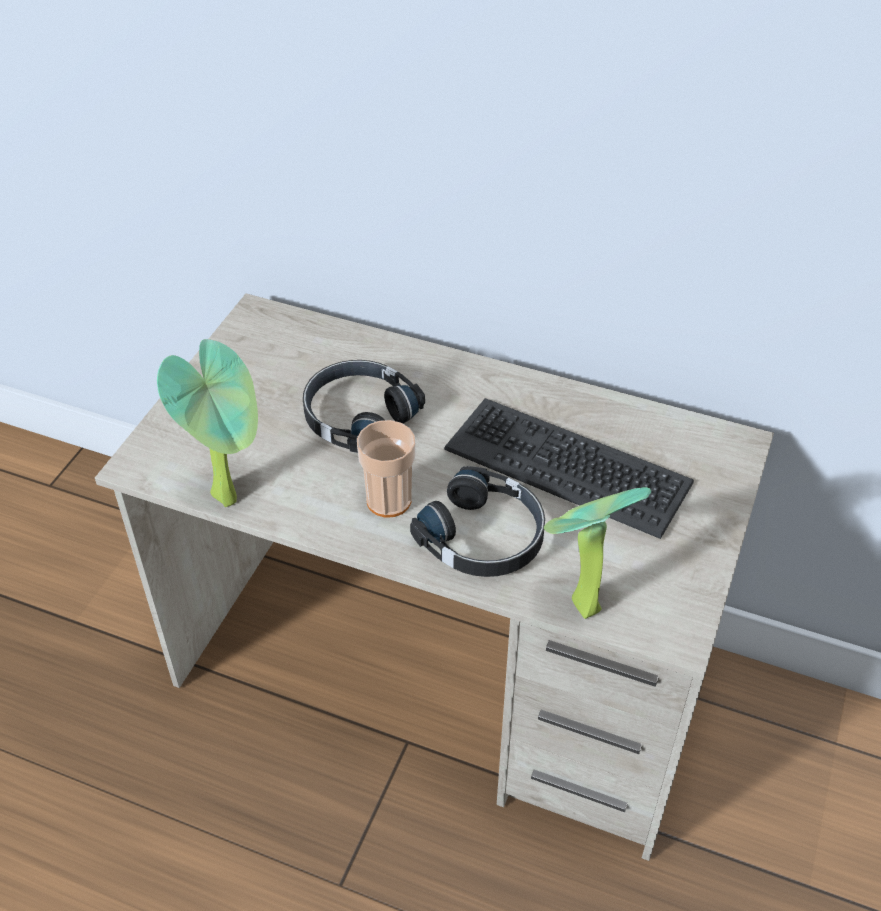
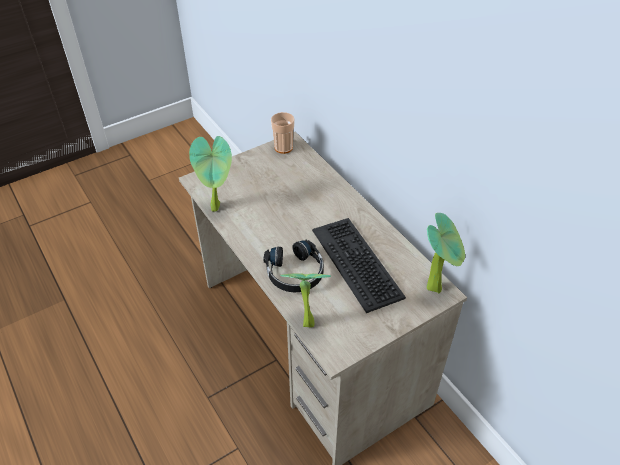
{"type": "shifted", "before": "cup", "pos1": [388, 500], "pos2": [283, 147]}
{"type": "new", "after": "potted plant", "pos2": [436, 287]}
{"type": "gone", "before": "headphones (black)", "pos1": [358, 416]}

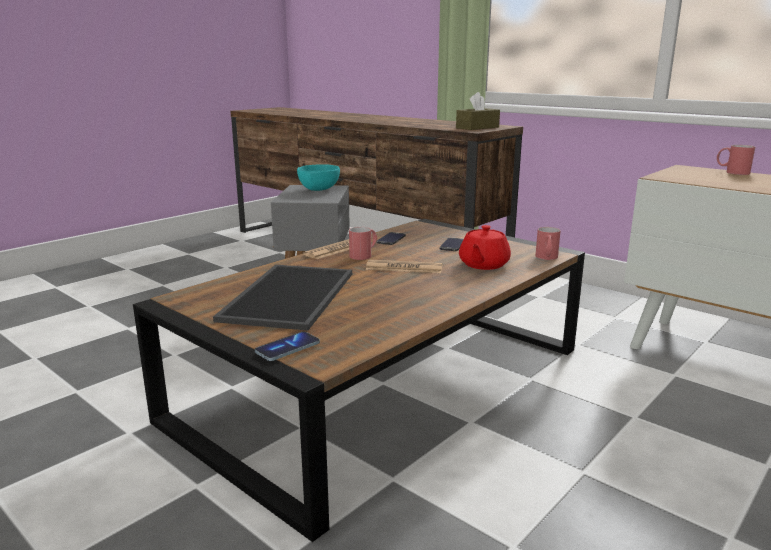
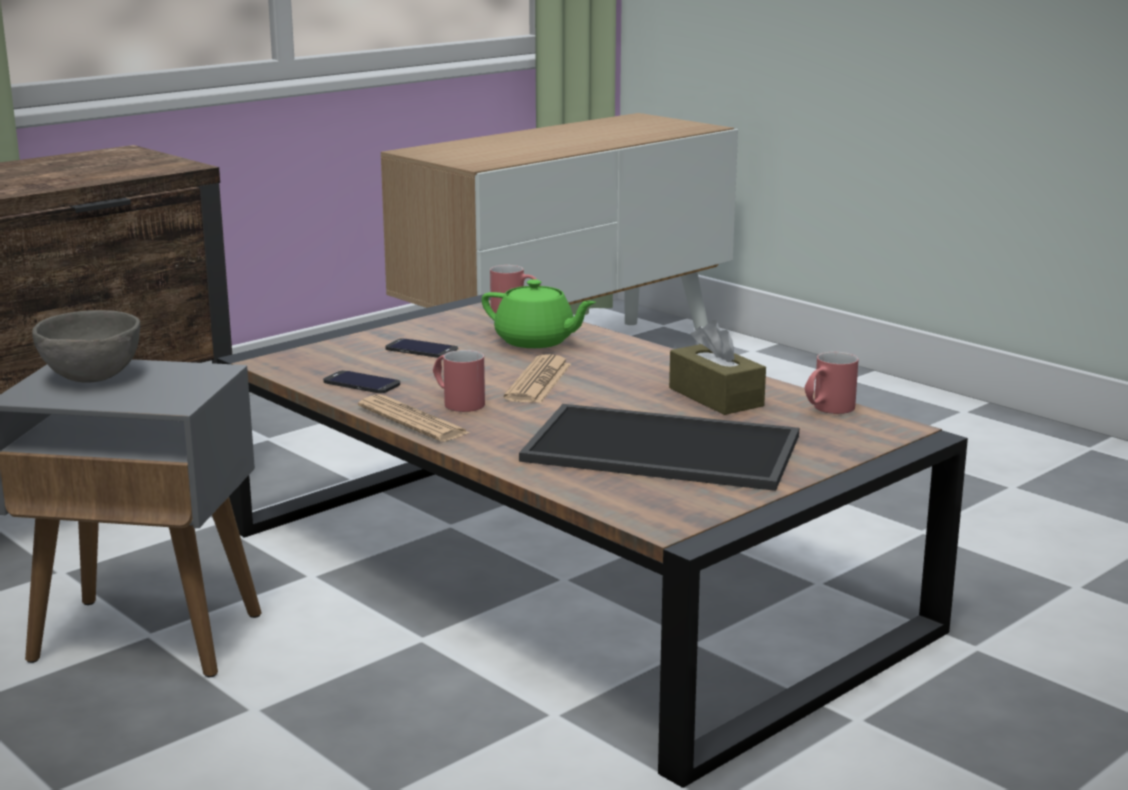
{"type": "repainted", "before": "bowl (turquoise)", "after": "bowl (grey)", "pos1": [318, 189], "pos2": [90, 377]}
{"type": "repainted", "before": "teapot (red)", "after": "teapot (green)", "pos1": [483, 265], "pos2": [536, 341]}
{"type": "shifted", "before": "tissue box (brown)", "pos1": [477, 127], "pos2": [716, 397]}
{"type": "shifted", "before": "mug (red)", "pos1": [731, 172], "pos2": [827, 409]}
{"type": "gone", "before": "phone", "pos1": [288, 348]}

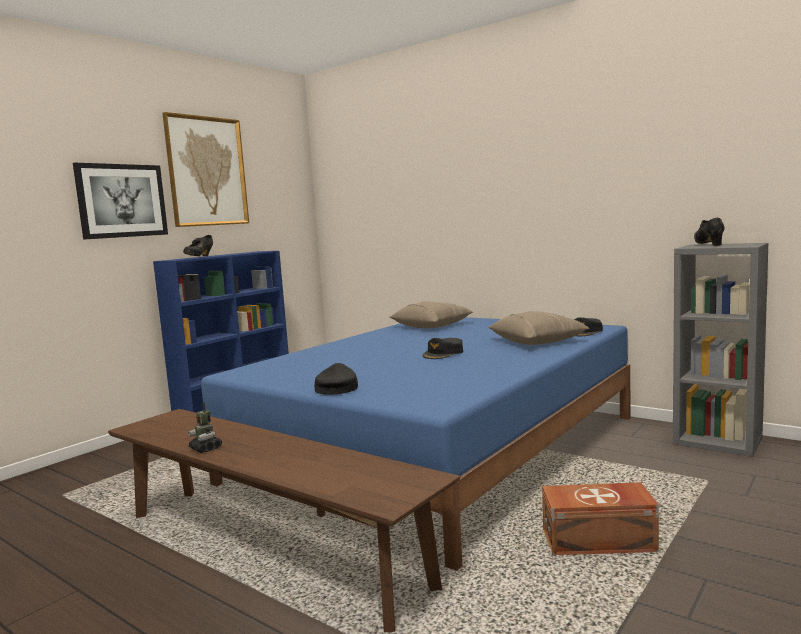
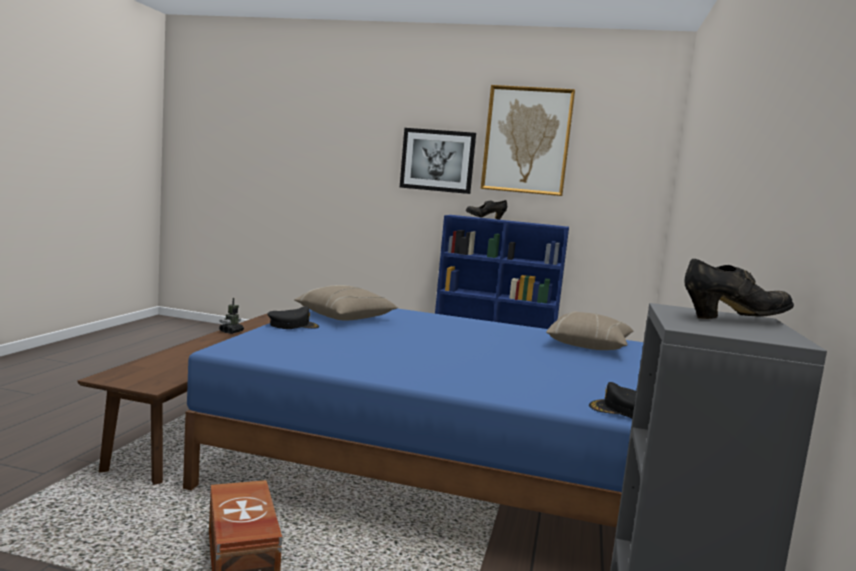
{"type": "shifted", "before": "pillow (beige)", "pos1": [537, 341], "pos2": [345, 317]}
{"type": "gone", "before": "cap (black)", "pos1": [443, 354]}

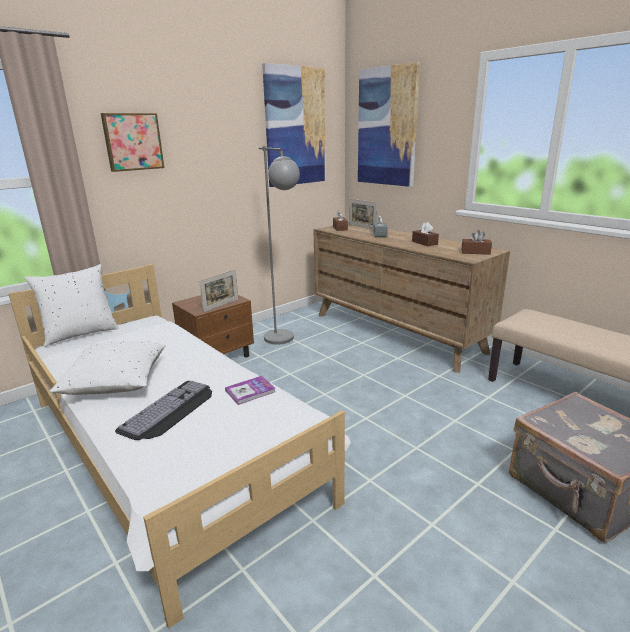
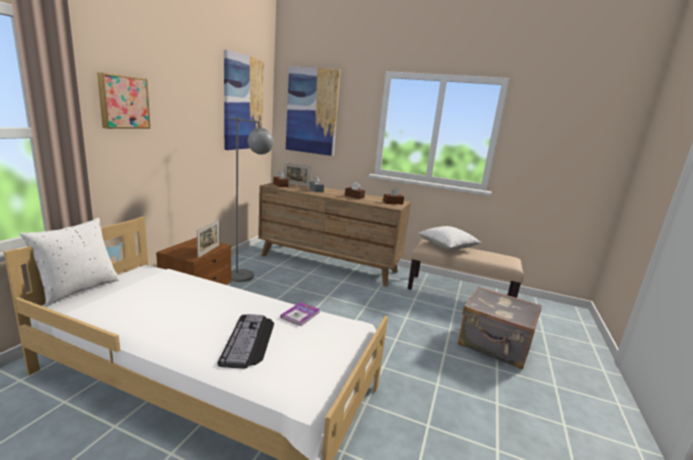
{"type": "shifted", "before": "pillow (white)", "pos1": [116, 383], "pos2": [447, 247]}

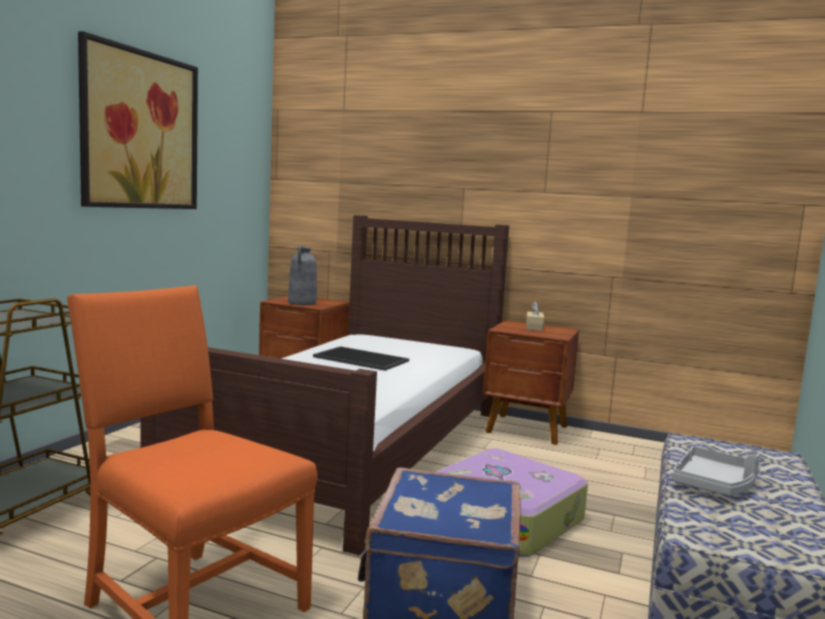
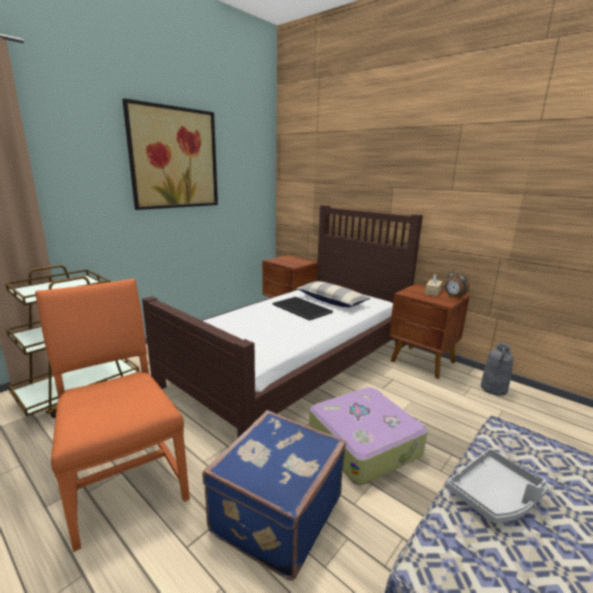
{"type": "new", "after": "pillow", "pos2": [331, 301]}
{"type": "new", "after": "alarm clock", "pos2": [454, 296]}
{"type": "shifted", "before": "vase (grey)", "pos1": [302, 303], "pos2": [494, 389]}

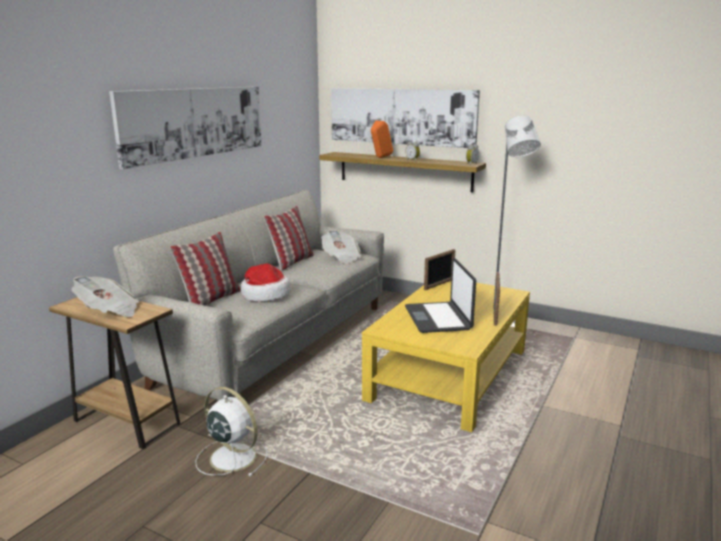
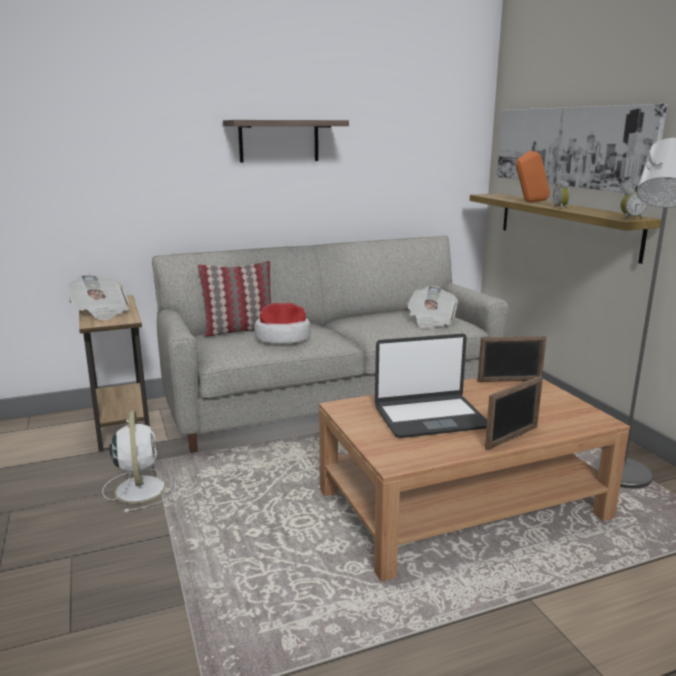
{"type": "swapped", "before": "picture", "after": "shelf", "pos1": [195, 122], "pos2": [279, 141]}
{"type": "repainted", "before": "coffee table (yellow)", "after": "coffee table (brown)", "pos1": [449, 373], "pos2": [462, 503]}
{"type": "rotated", "before": "laptop", "pos1": [438, 318], "pos2": [430, 417], "turn": -135}
{"type": "gone", "before": "pillow", "pos1": [291, 262]}

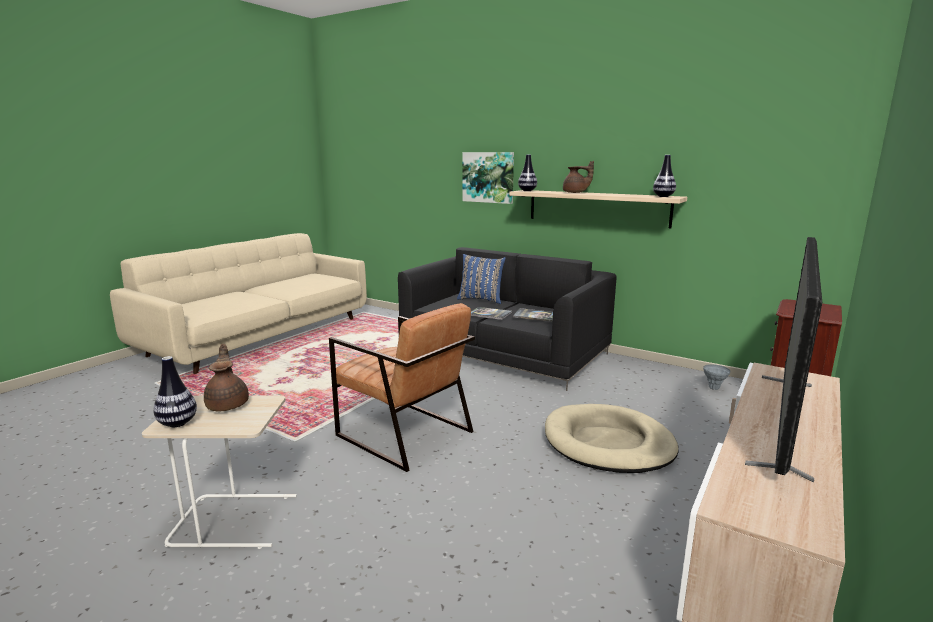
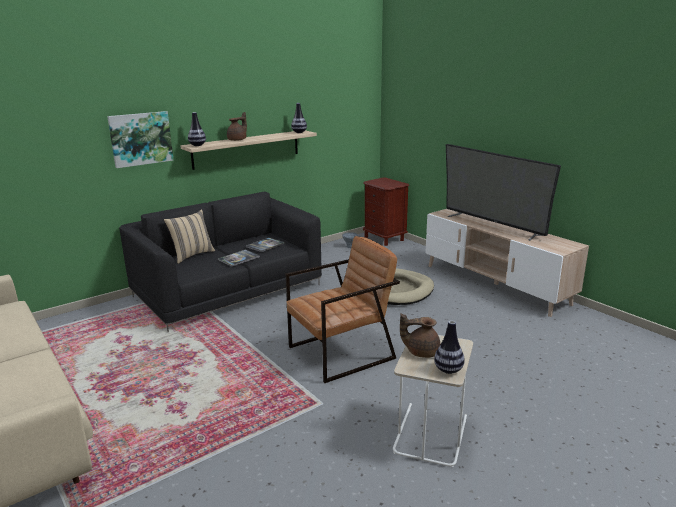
{"type": "repainted", "before": "pillow (blue)", "after": "pillow (beige)", "pos1": [481, 299], "pos2": [191, 255]}

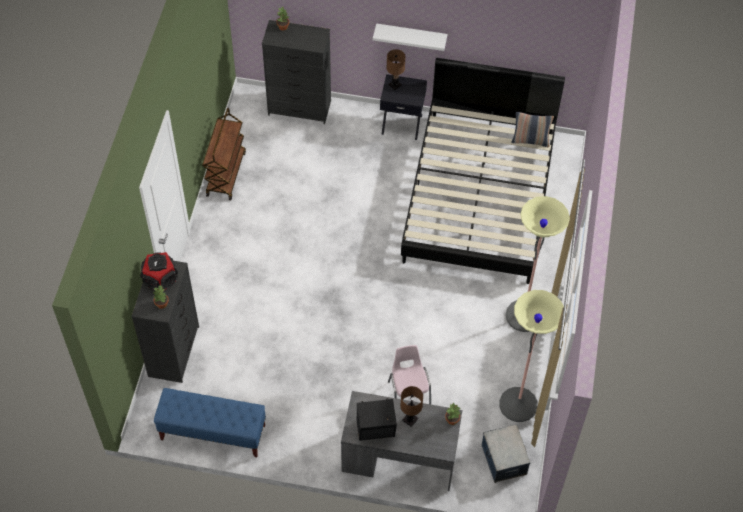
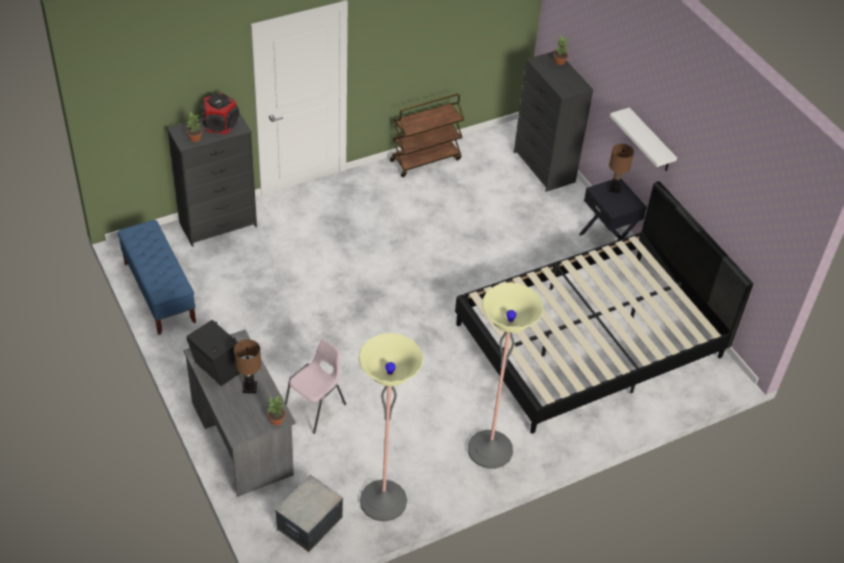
{"type": "gone", "before": "pillow", "pos1": [530, 140]}

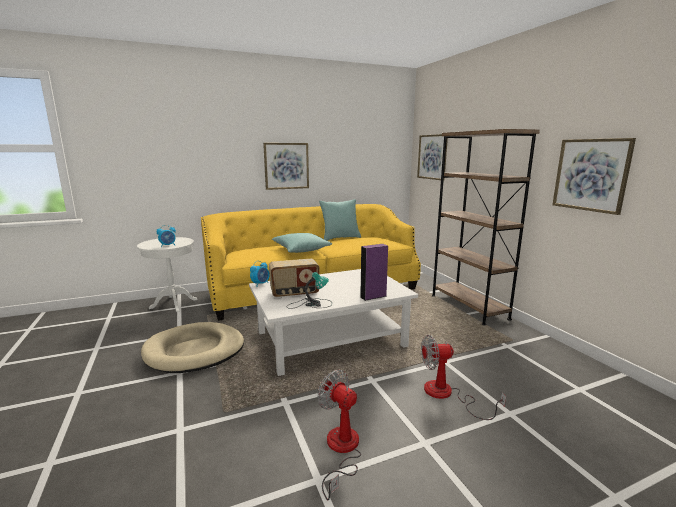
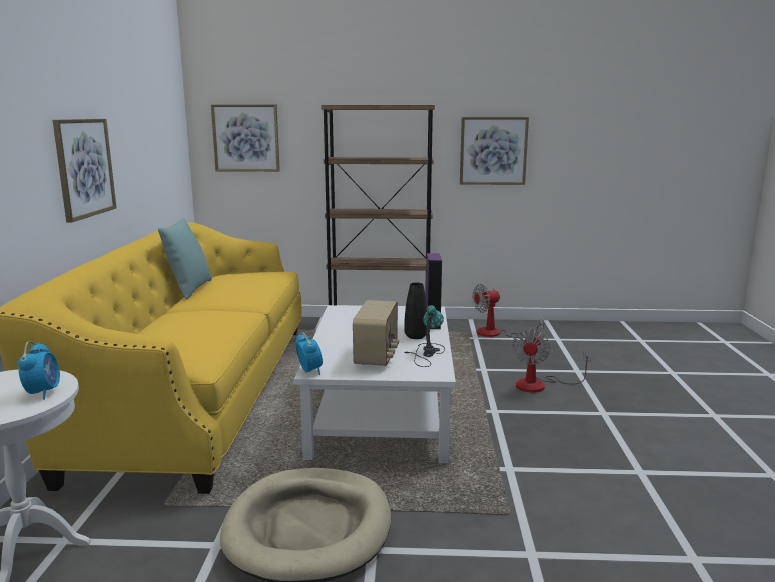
{"type": "new", "after": "vase (black)", "pos2": [416, 336]}
{"type": "shifted", "before": "fan", "pos1": [341, 450], "pos2": [496, 334]}
{"type": "gone", "before": "pillow (turquoise)", "pos1": [301, 250]}

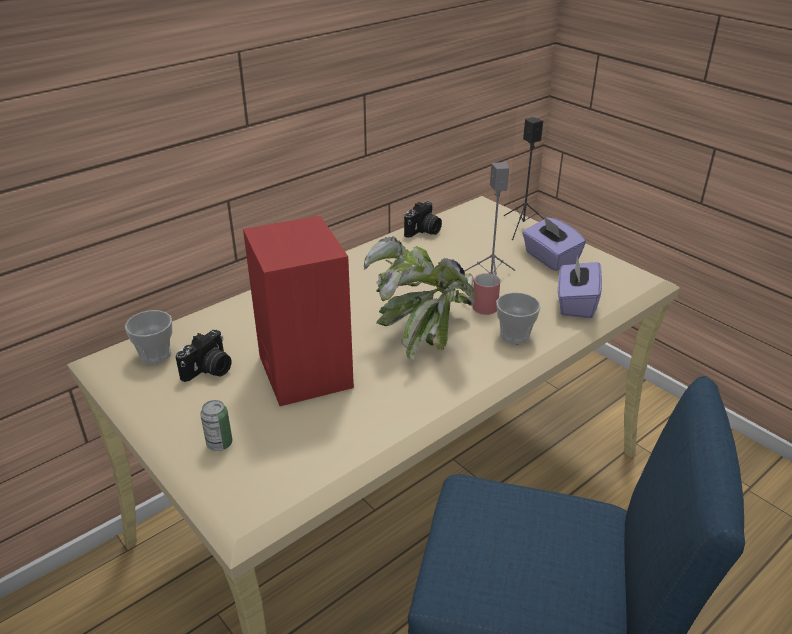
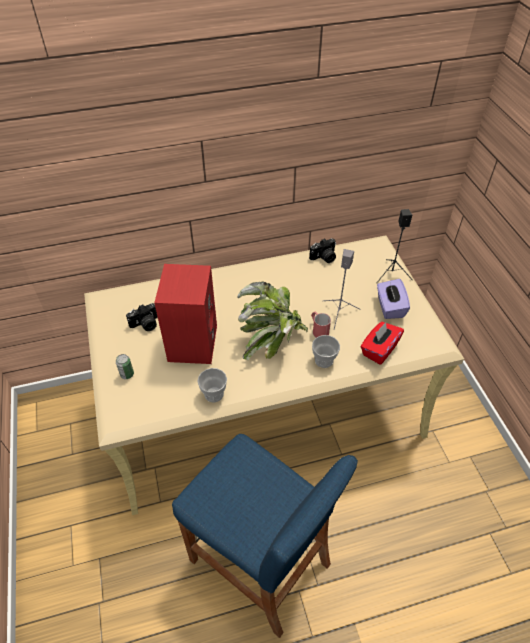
{"type": "shifted", "before": "cup", "pos1": [155, 355], "pos2": [214, 394]}
{"type": "repainted", "before": "tissue box (purple)", "after": "tissue box (red)", "pos1": [575, 304], "pos2": [379, 349]}

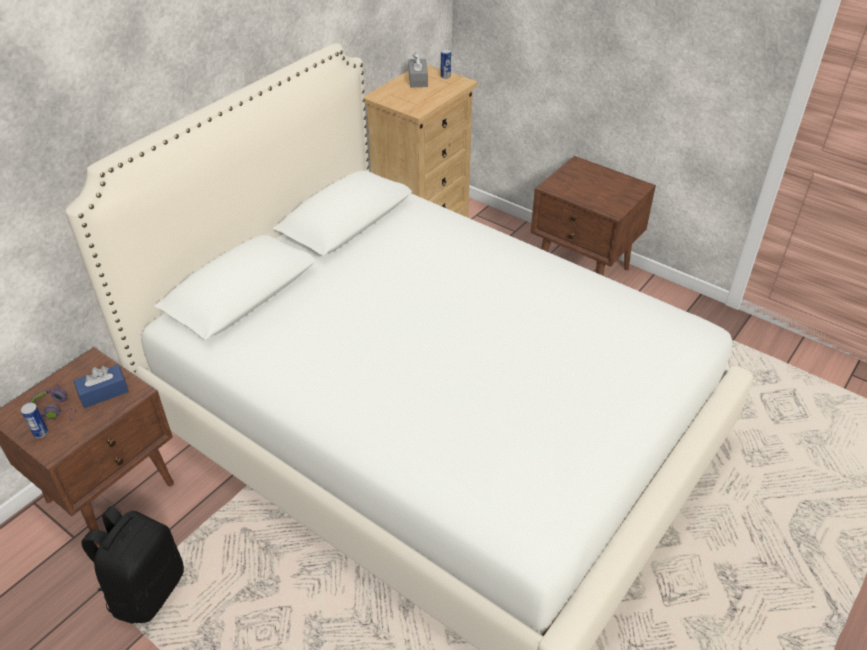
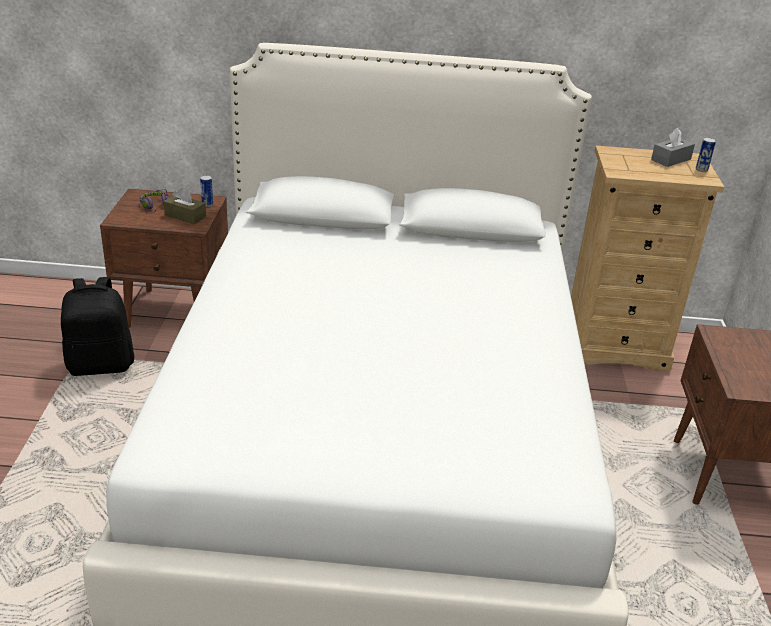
{"type": "repainted", "before": "tissue box (blue)", "after": "tissue box (brown)", "pos1": [104, 392], "pos2": [185, 216]}
{"type": "shifted", "before": "can", "pos1": [40, 433], "pos2": [207, 204]}

